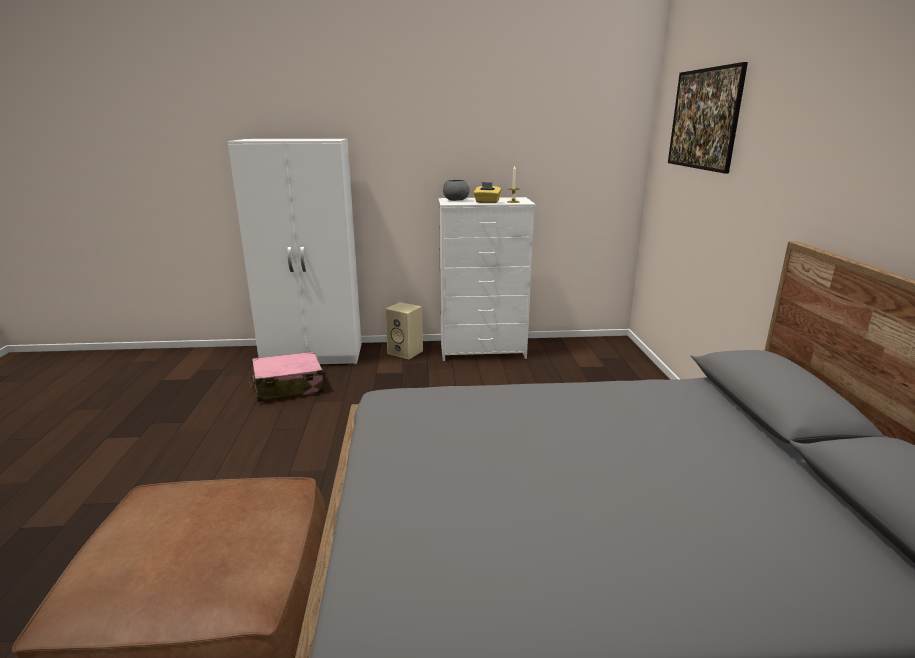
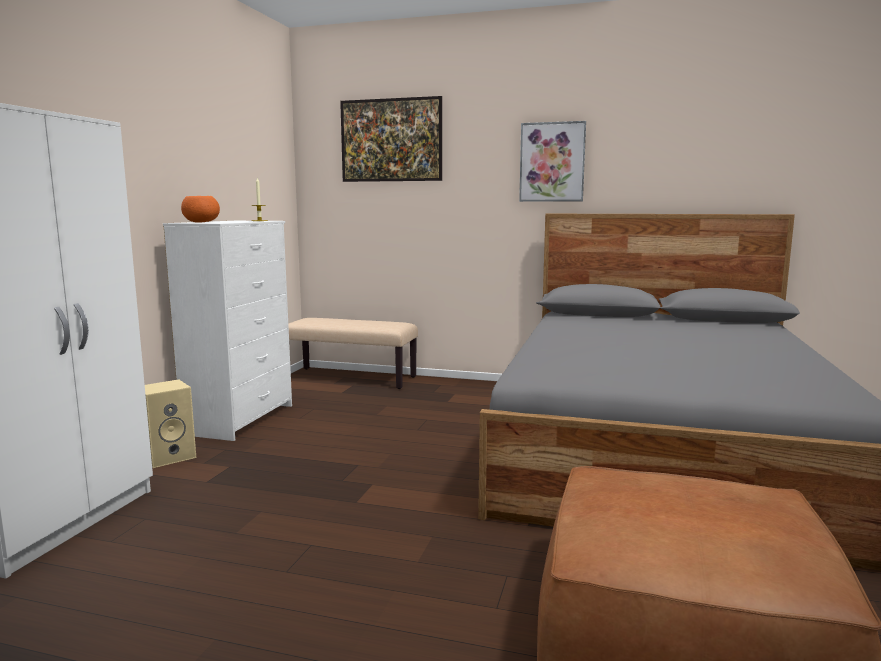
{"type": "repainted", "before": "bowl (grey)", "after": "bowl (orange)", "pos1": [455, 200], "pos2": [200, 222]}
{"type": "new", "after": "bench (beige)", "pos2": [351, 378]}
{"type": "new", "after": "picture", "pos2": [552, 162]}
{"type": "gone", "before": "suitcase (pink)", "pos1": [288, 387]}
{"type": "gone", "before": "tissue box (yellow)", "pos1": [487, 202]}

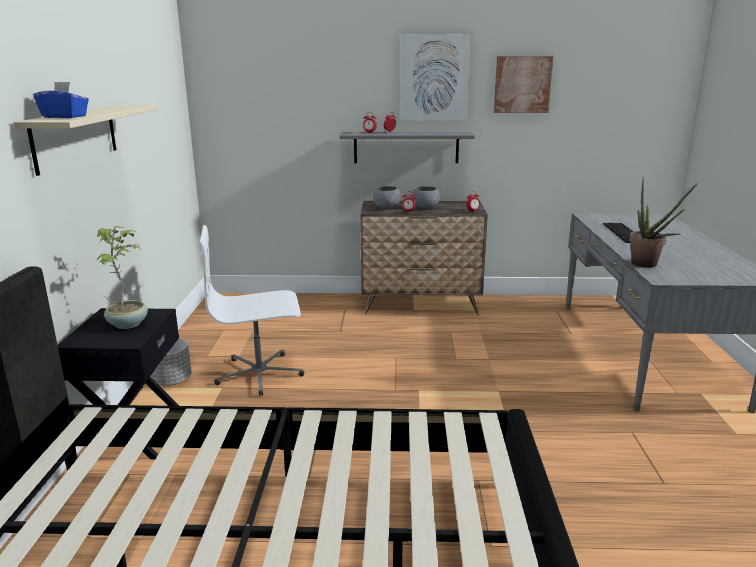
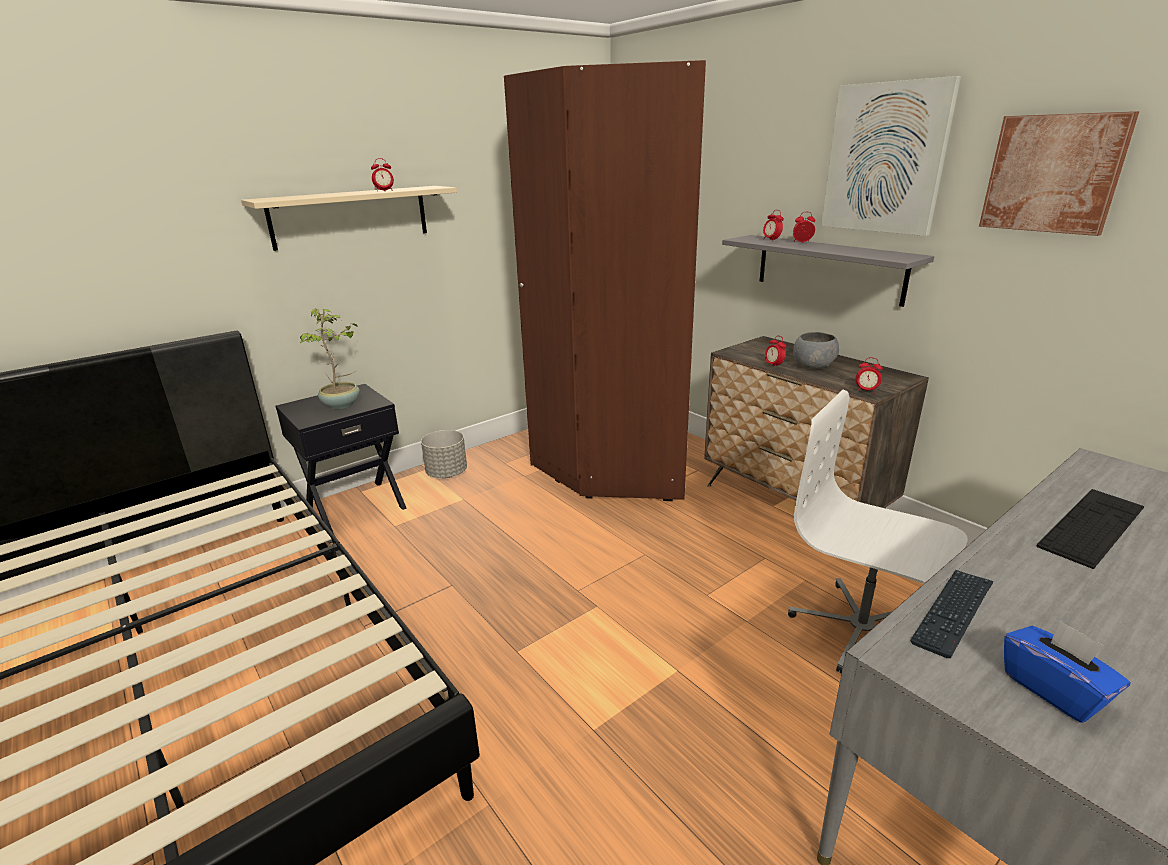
{"type": "new", "after": "alarm clock", "pos2": [384, 191]}
{"type": "new", "after": "wardrobe (brown)", "pos2": [610, 458]}
{"type": "shifted", "before": "office chair (white)", "pos1": [260, 374], "pos2": [861, 631]}
{"type": "swapped", "before": "potted plant", "after": "keyboard", "pos1": [648, 265], "pos2": [953, 613]}
{"type": "shifted", "before": "tissue box (blue)", "pos1": [65, 117], "pos2": [1053, 689]}
{"type": "gone", "before": "bowl (grey)", "pos1": [386, 207]}

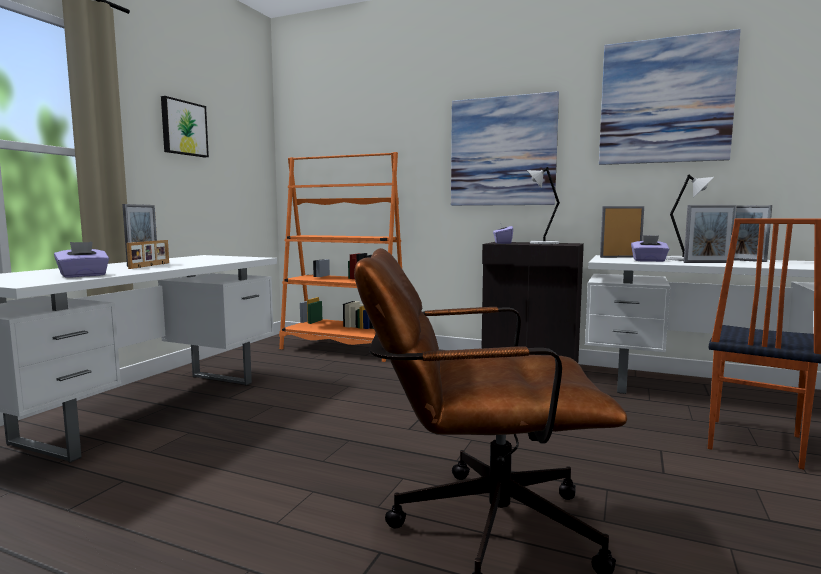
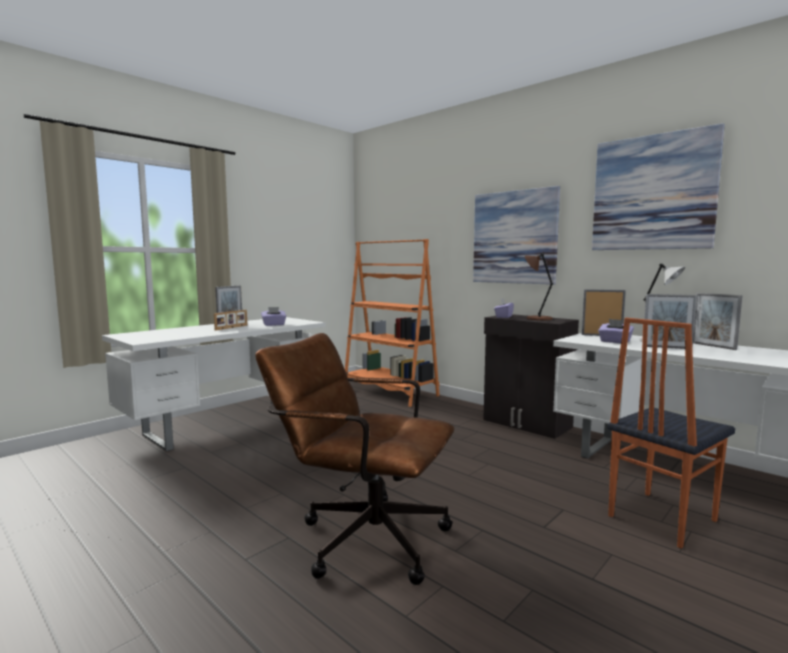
{"type": "shifted", "before": "tissue box (purple)", "pos1": [83, 275], "pos2": [274, 324]}
{"type": "repainted", "before": "table lamp (grey)", "after": "table lamp (brown)", "pos1": [542, 243], "pos2": [537, 318]}
{"type": "gone", "before": "picture", "pos1": [183, 128]}

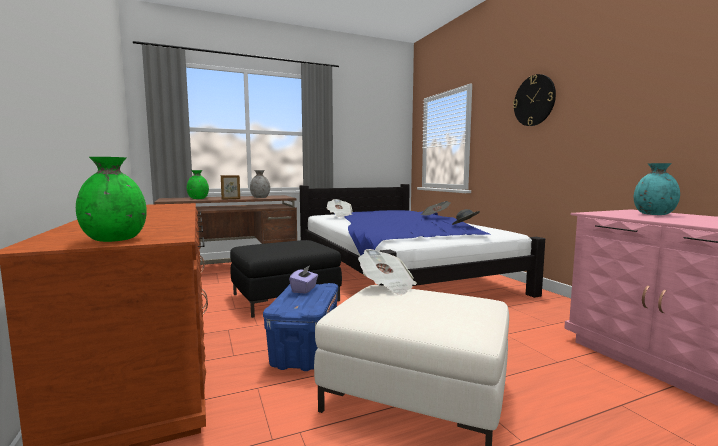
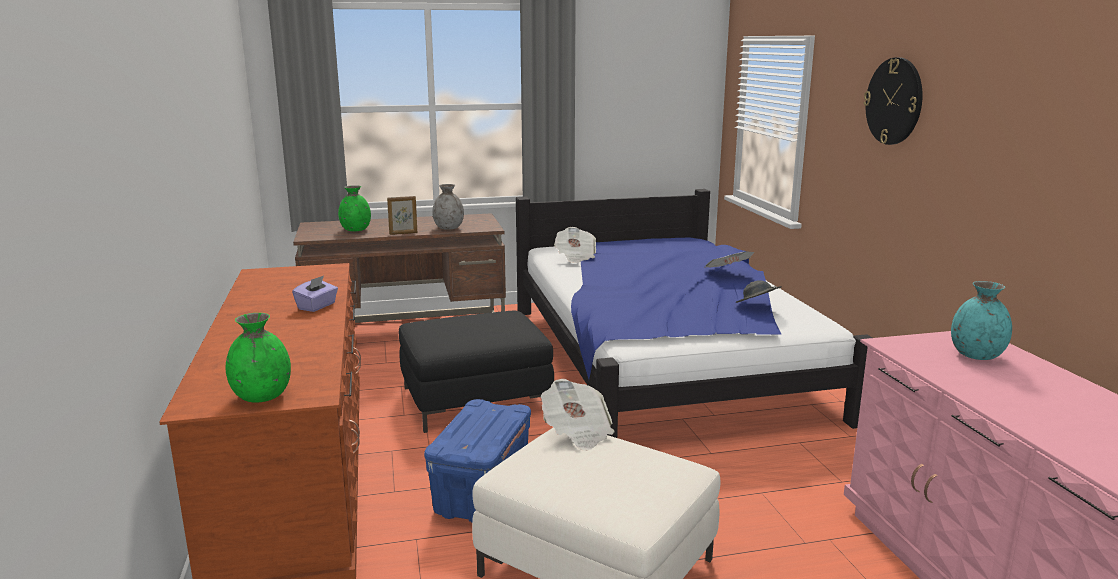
{"type": "shifted", "before": "tissue box (purple)", "pos1": [304, 289], "pos2": [317, 306]}

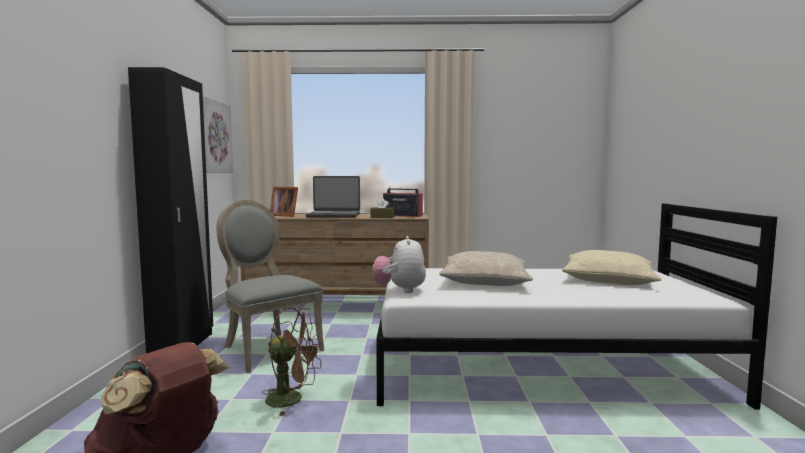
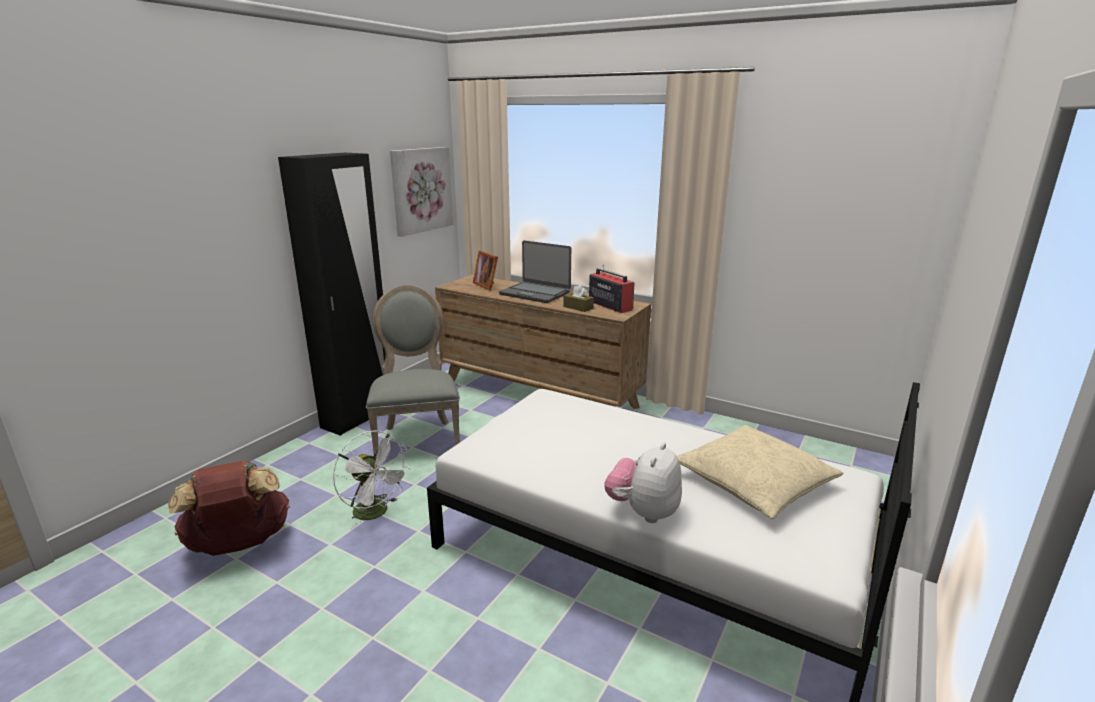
{"type": "repainted", "before": "fan (brown)", "after": "fan (white)", "pos1": [292, 400], "pos2": [376, 513]}
{"type": "shifted", "before": "plush toy", "pos1": [400, 290], "pos2": [643, 512]}
{"type": "gone", "before": "pillow (beige)", "pos1": [485, 281]}

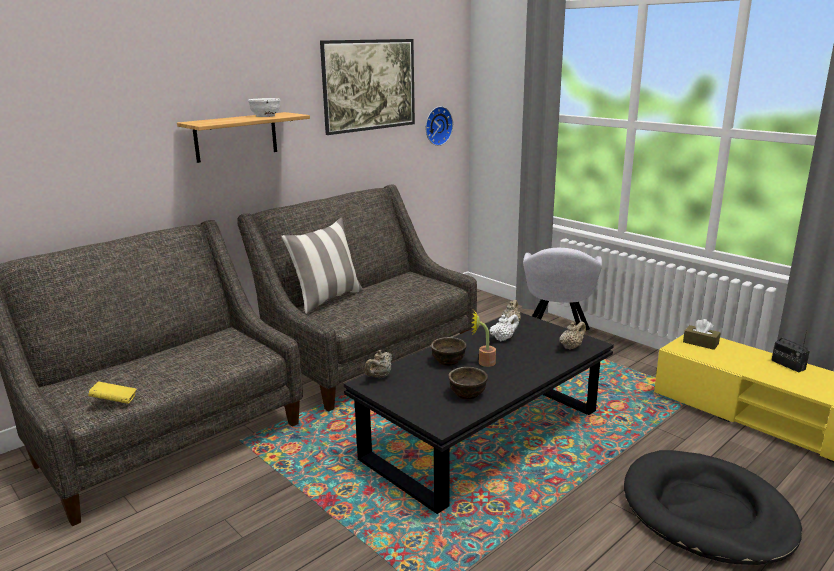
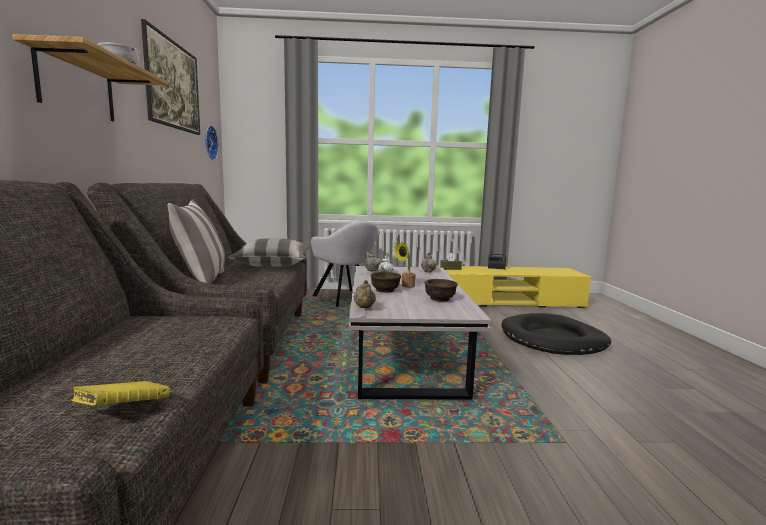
{"type": "new", "after": "pillow", "pos2": [272, 264]}
{"type": "repainted", "before": "coffee table (black)", "after": "coffee table (white)", "pos1": [484, 435], "pos2": [404, 351]}

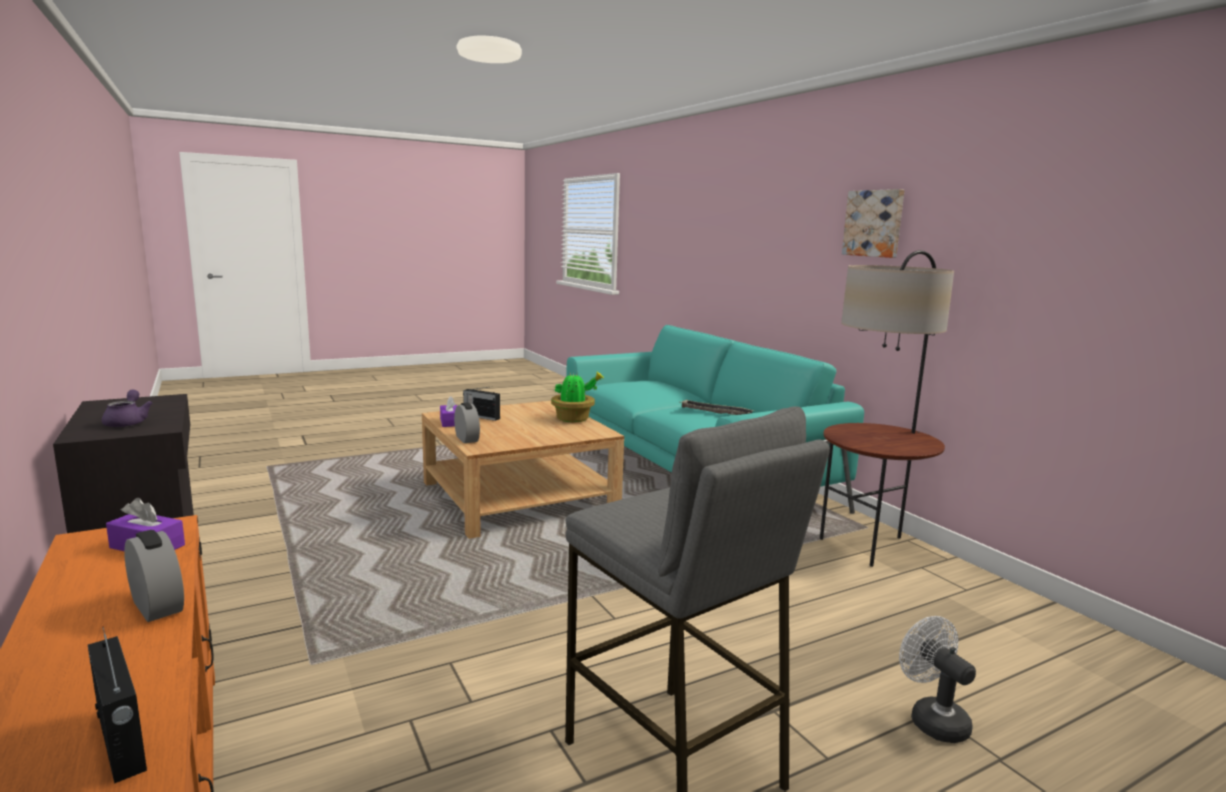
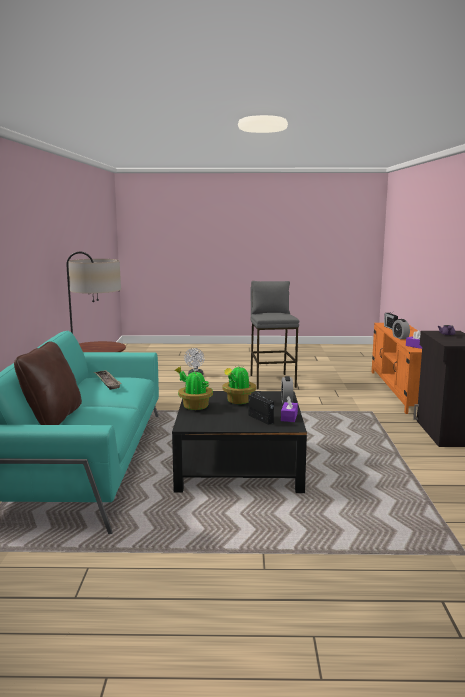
{"type": "new", "after": "pillow (brown)", "pos2": [52, 419]}
{"type": "repainted", "before": "coffee table (beige)", "after": "coffee table (black)", "pos1": [518, 496], "pos2": [239, 465]}
{"type": "new", "after": "potted plant", "pos2": [238, 401]}
{"type": "gone", "before": "picture", "pos1": [874, 223]}

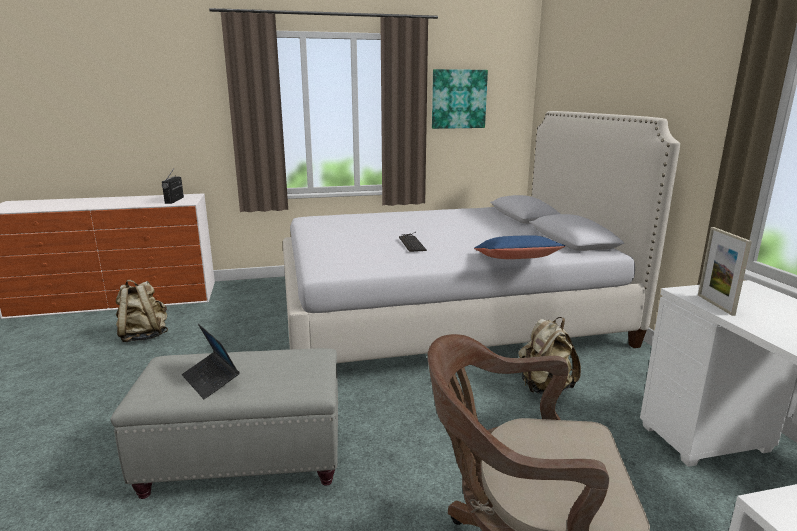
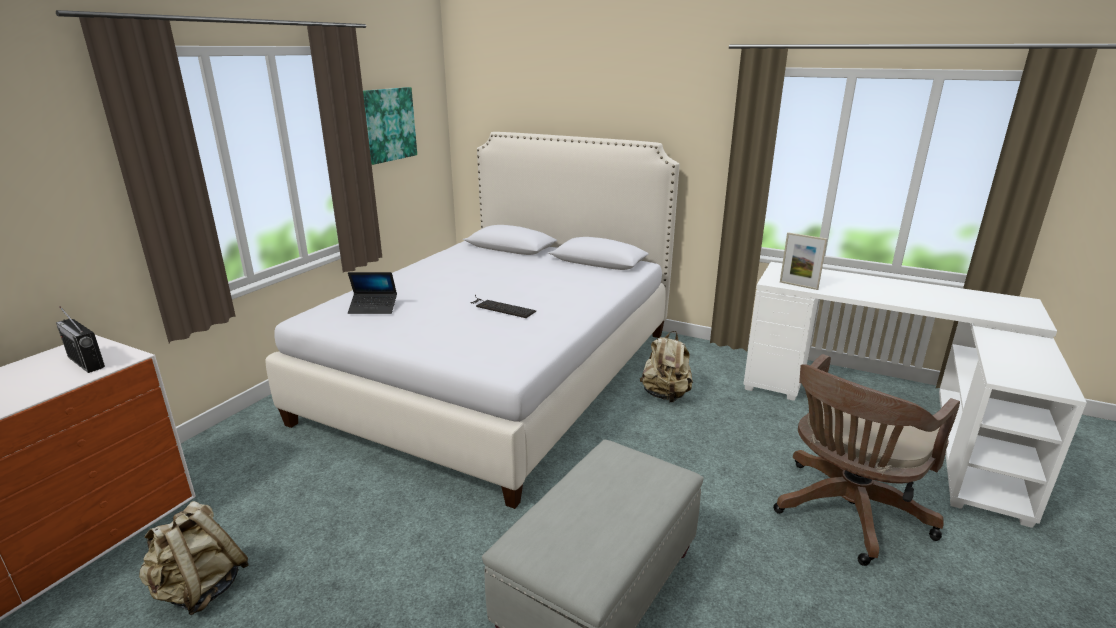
{"type": "shifted", "before": "laptop", "pos1": [211, 380], "pos2": [373, 308]}
{"type": "gone", "before": "pillow (blue)", "pos1": [516, 261]}

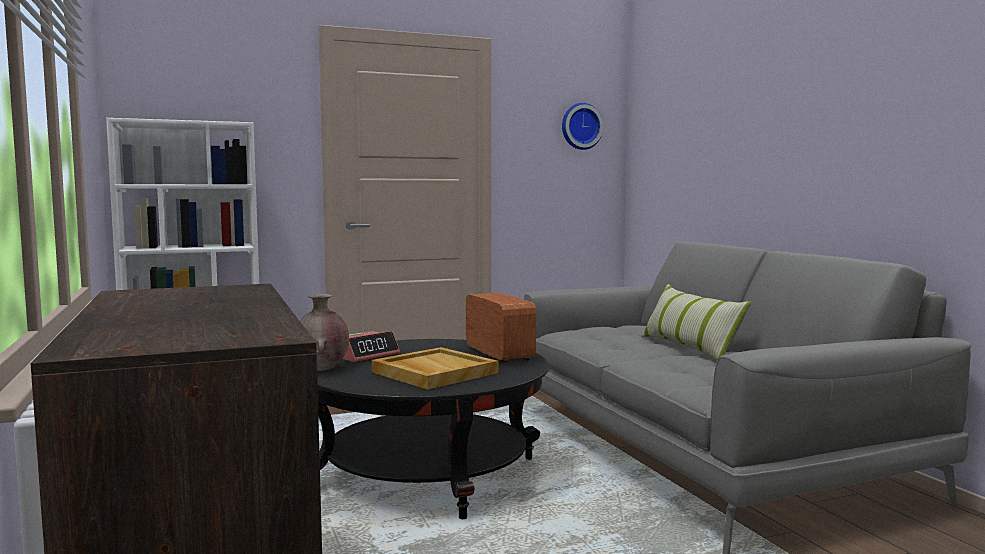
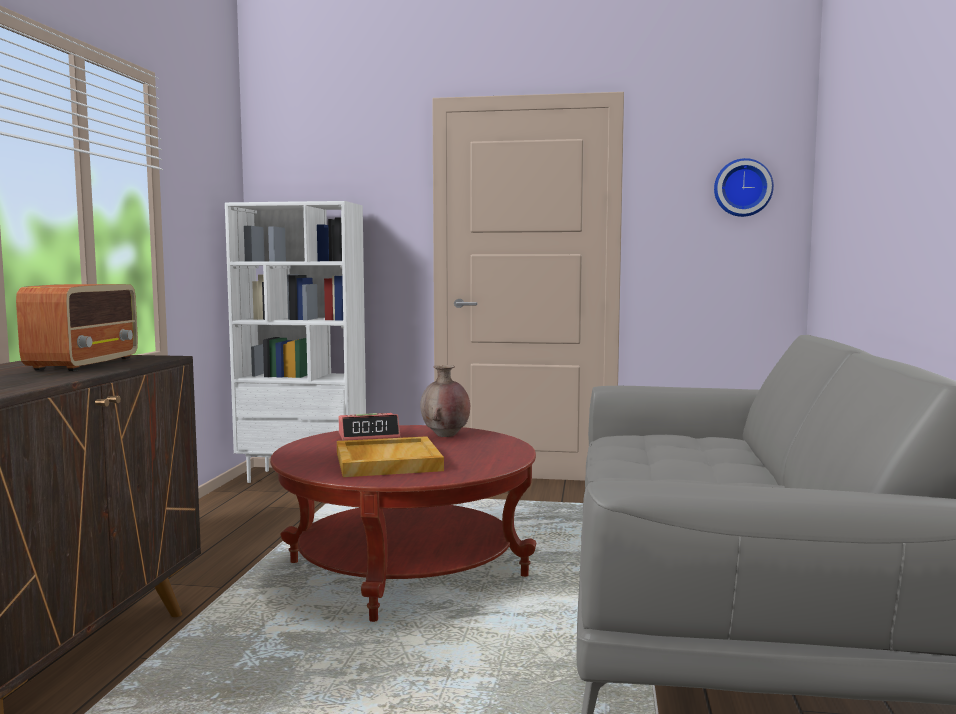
{"type": "shifted", "before": "radio", "pos1": [499, 353], "pos2": [85, 364]}
{"type": "repainted", "before": "coffee table (black)", "after": "coffee table (red)", "pos1": [427, 474], "pos2": [406, 570]}
{"type": "shifted", "before": "vase (brown)", "pos1": [323, 369], "pos2": [445, 435]}
{"type": "gone", "before": "pillow", "pos1": [690, 348]}

